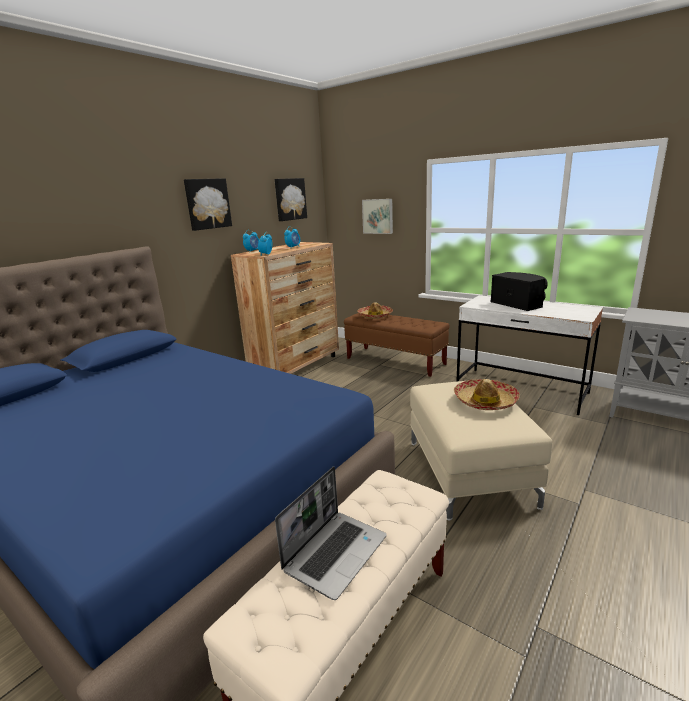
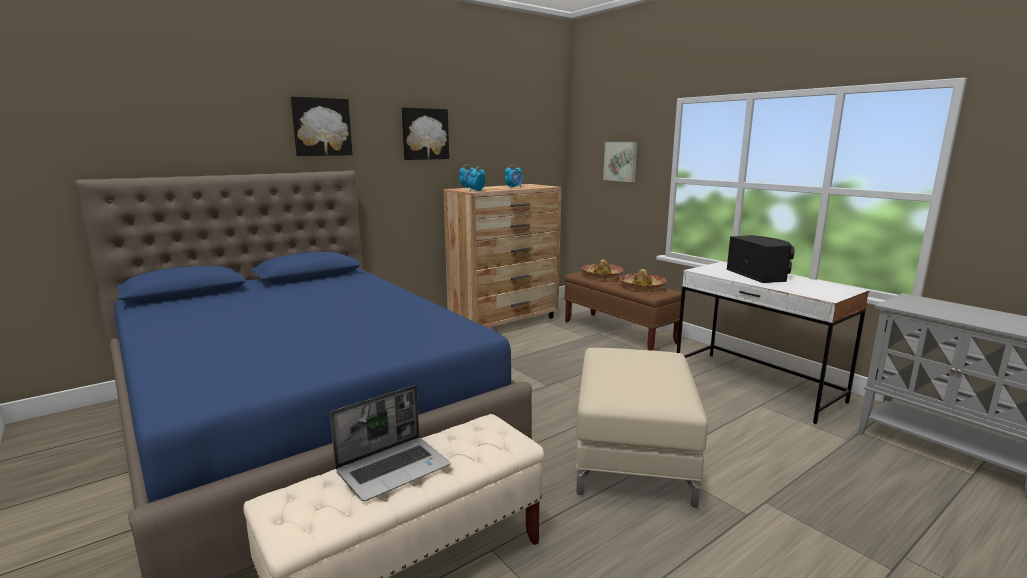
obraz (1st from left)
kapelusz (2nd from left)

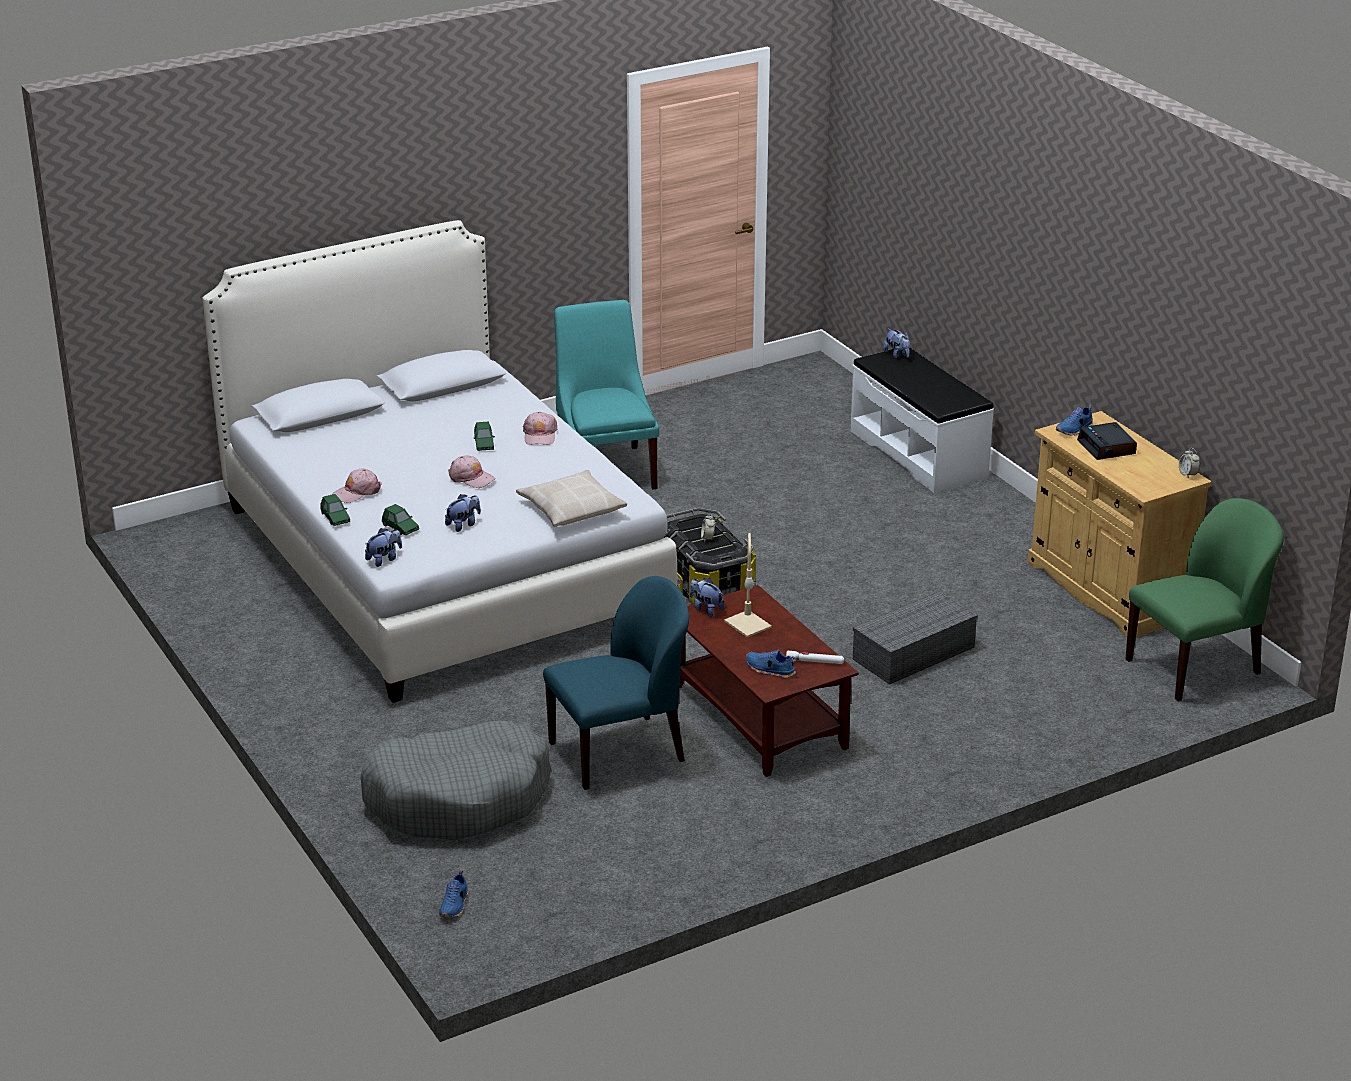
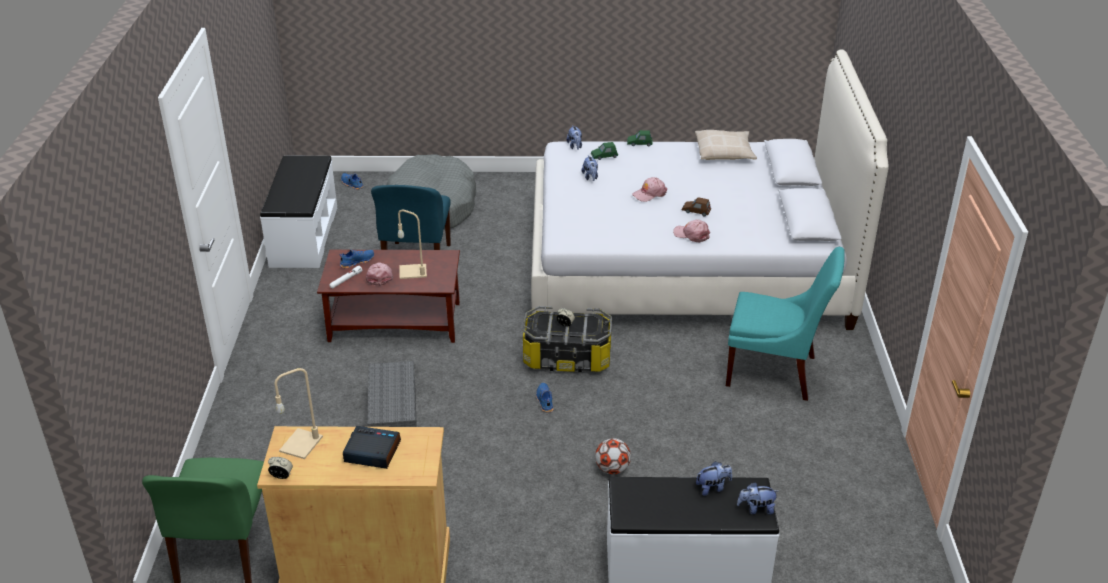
ławka/biały (1st from left)
lampa stołowa/beżowy (1st from left)
czapka z daszkiem/różowy (1st from left)
but/niebieski (3rd from left)
piłka futbolowa
samochodzik/brązowy
poduszka/beżowy
pluszak (3rd from left)

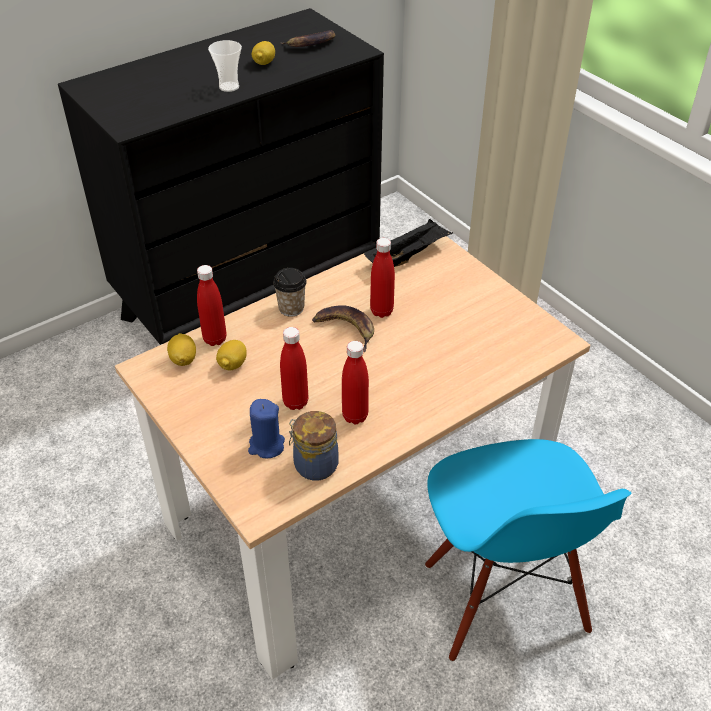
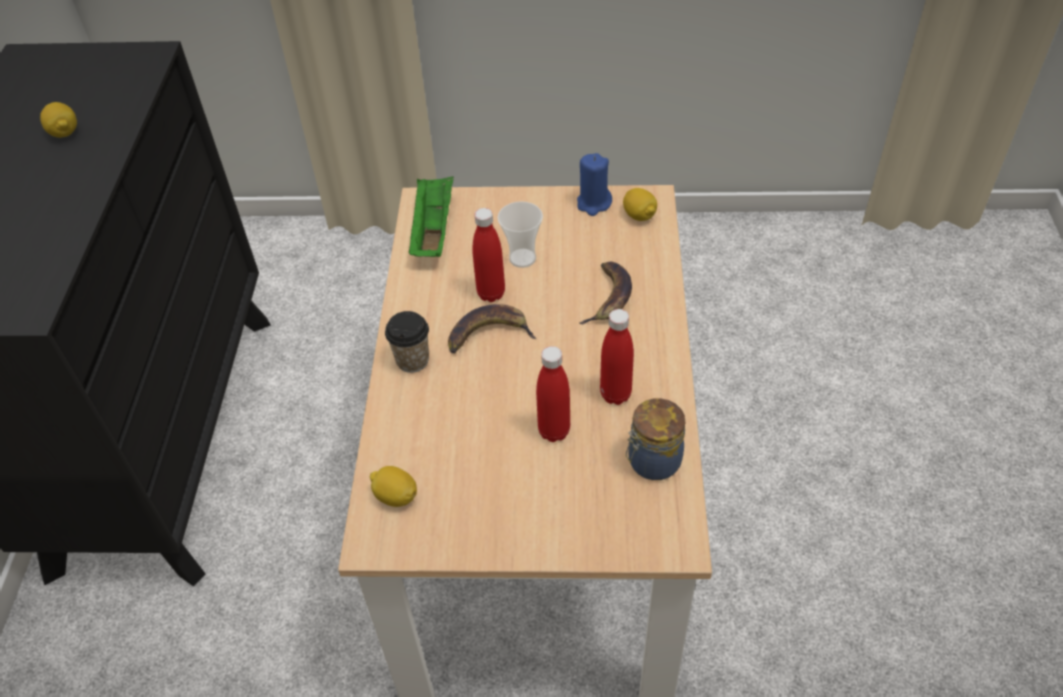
taca/zielony
filiżanka (2nd from left)
świeca/niebieski
banan (2nd from left)
cytryna (3rd from left)
butelka/czerwony (1st from left in the first image)
krzesło/niebieski

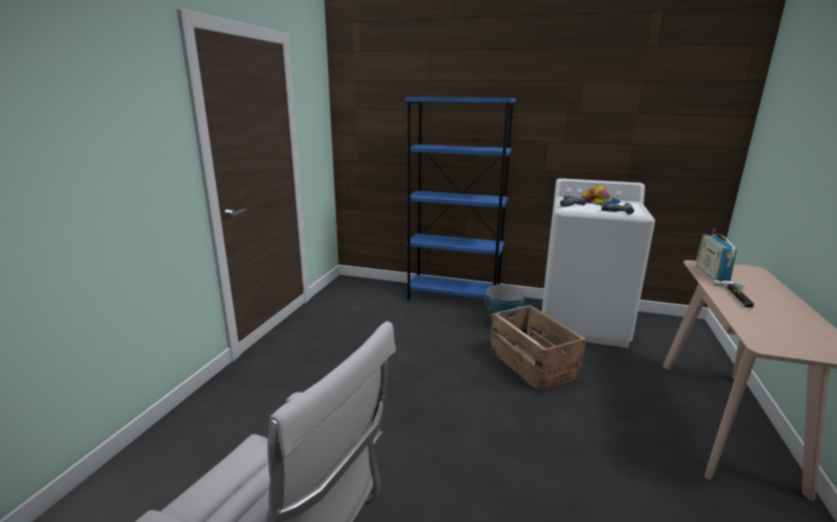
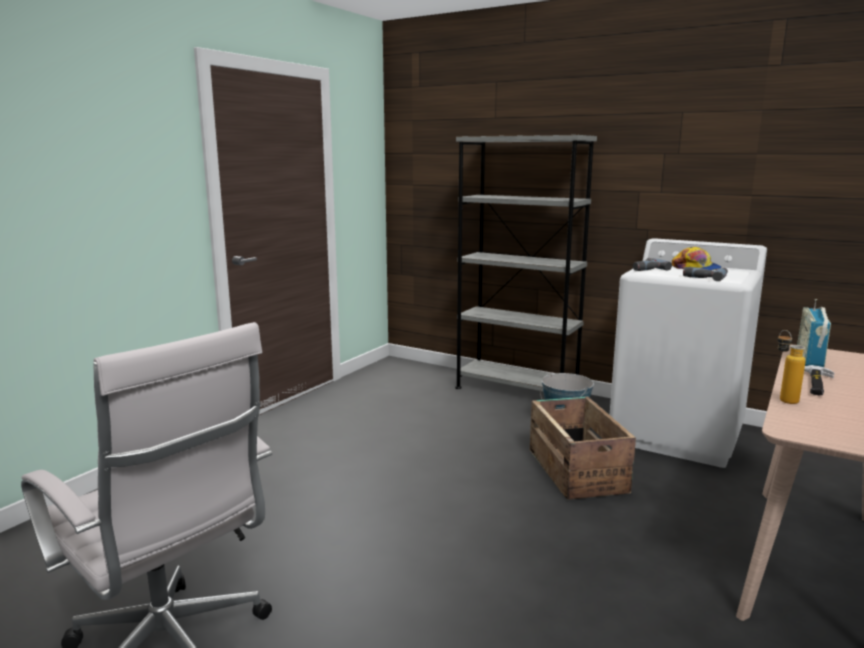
regał/szary
butelka

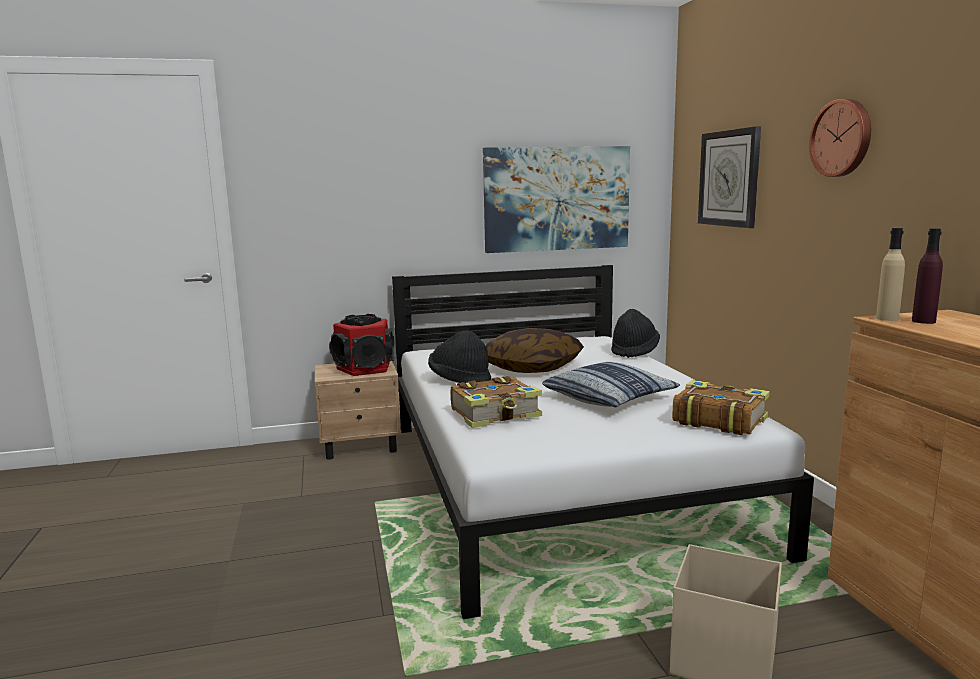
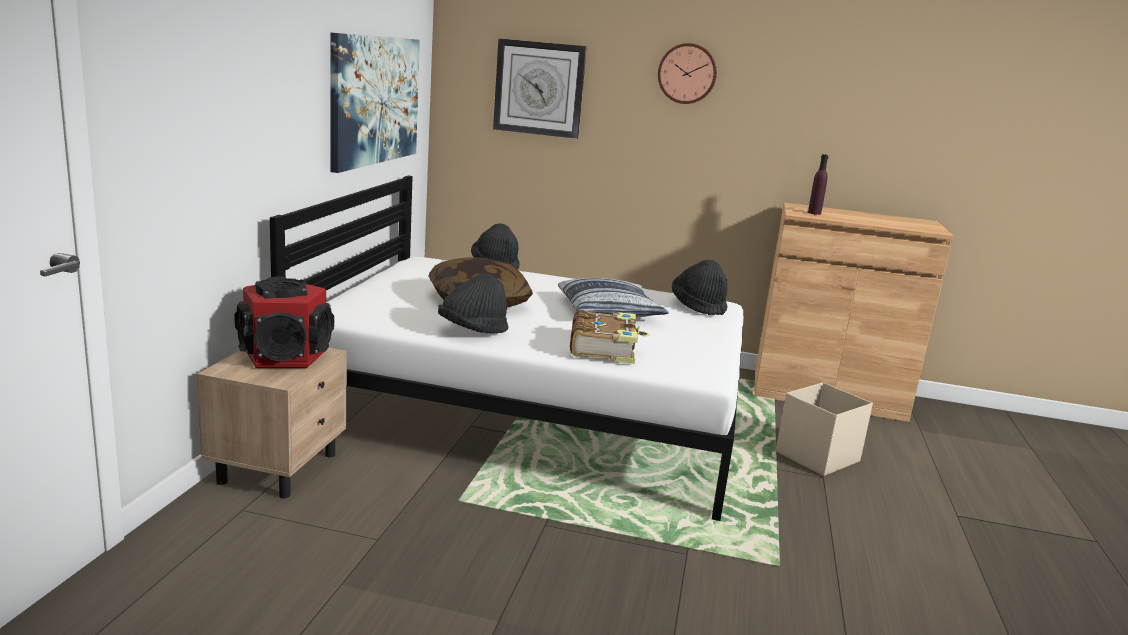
kapelusz/czarny (3rd from left)
butelka/beżowy

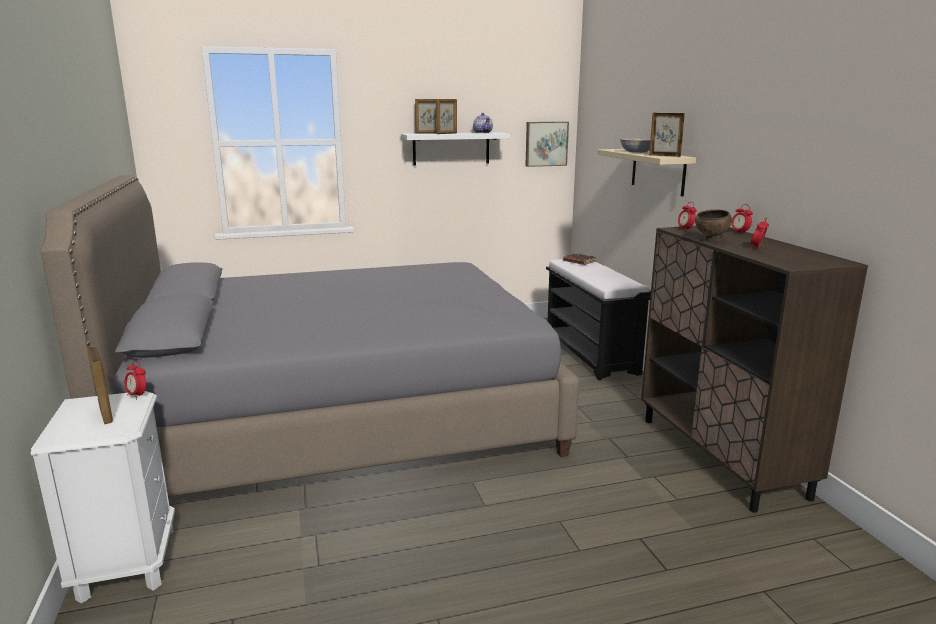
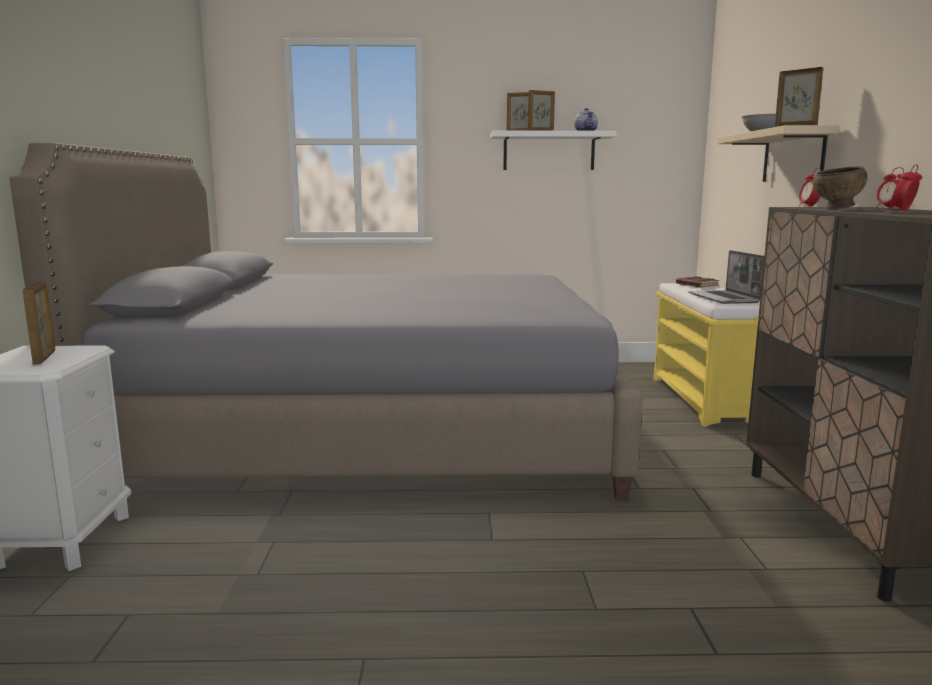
ławka/żółty
laptop
budzik (1st from left in the first image)
obraz

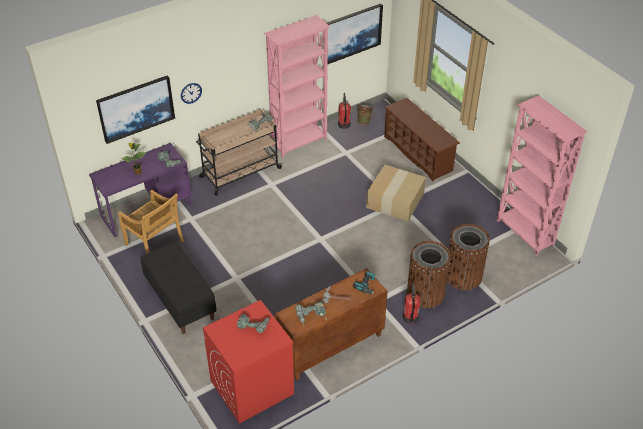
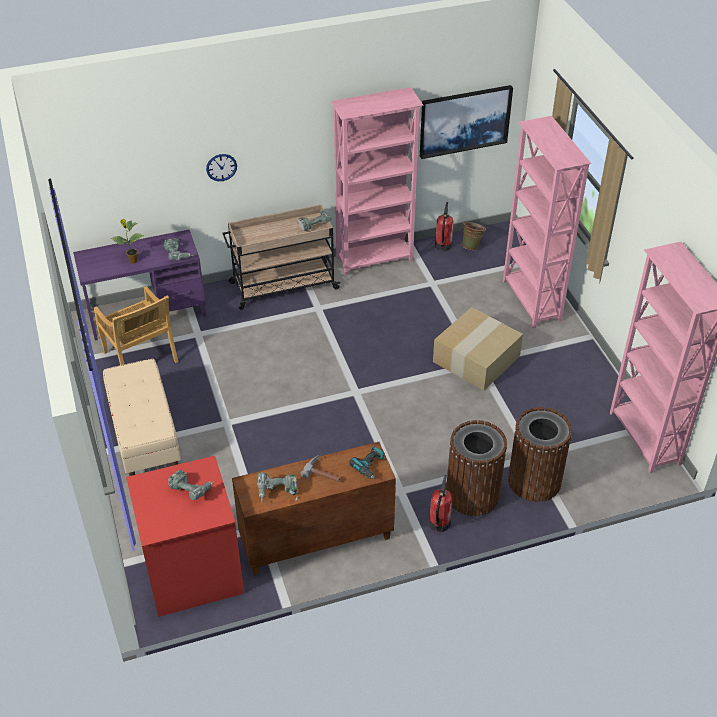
ławka/beżowy
regał/różowy (2nd from left)
obraz (1st from left in the first image)

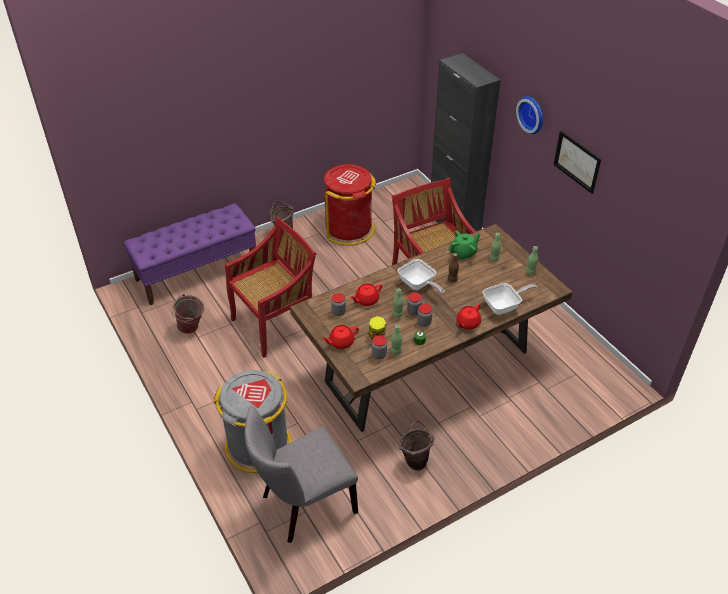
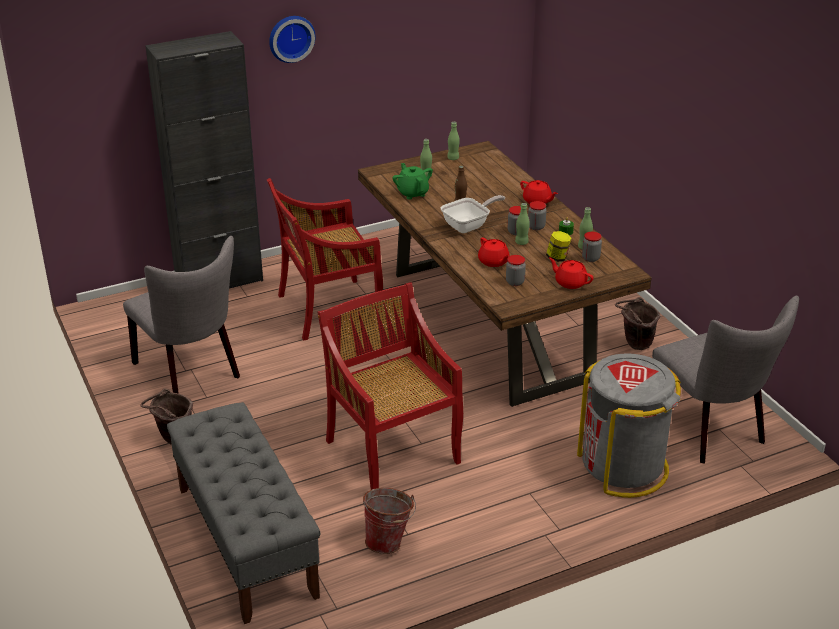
krzesło/szary (1st from left)
ławka/szary
imbryk/czerwony (3rd from left)
patelnia (2nd from left in the first image)
obraz

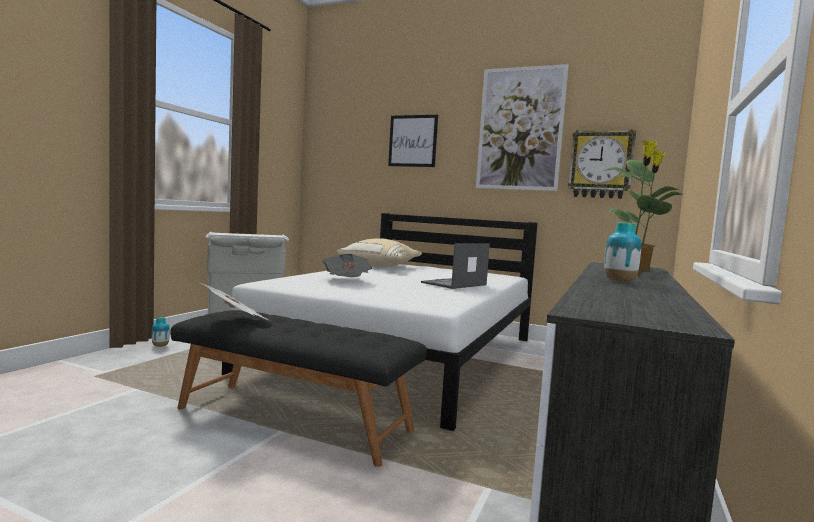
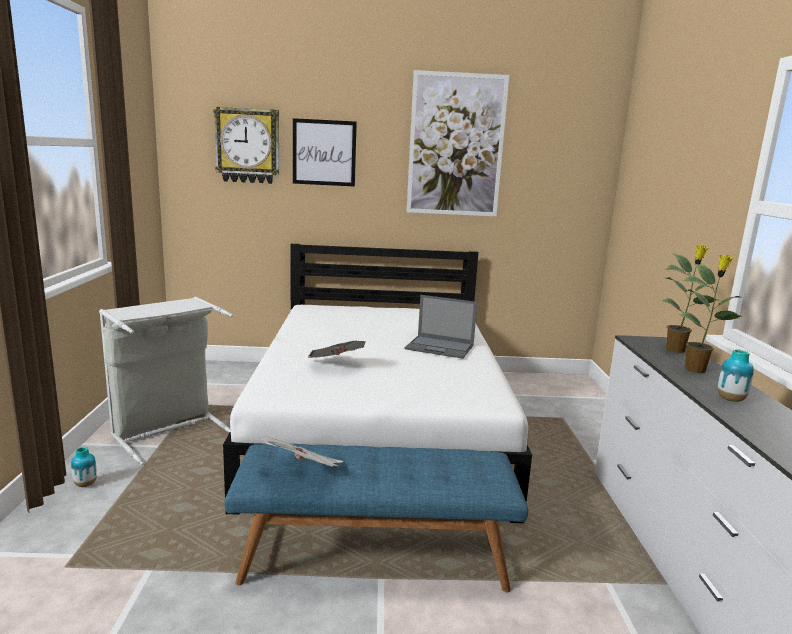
zegar ścienny
ławka/niebieski
laptop
poduszka/beżowy

